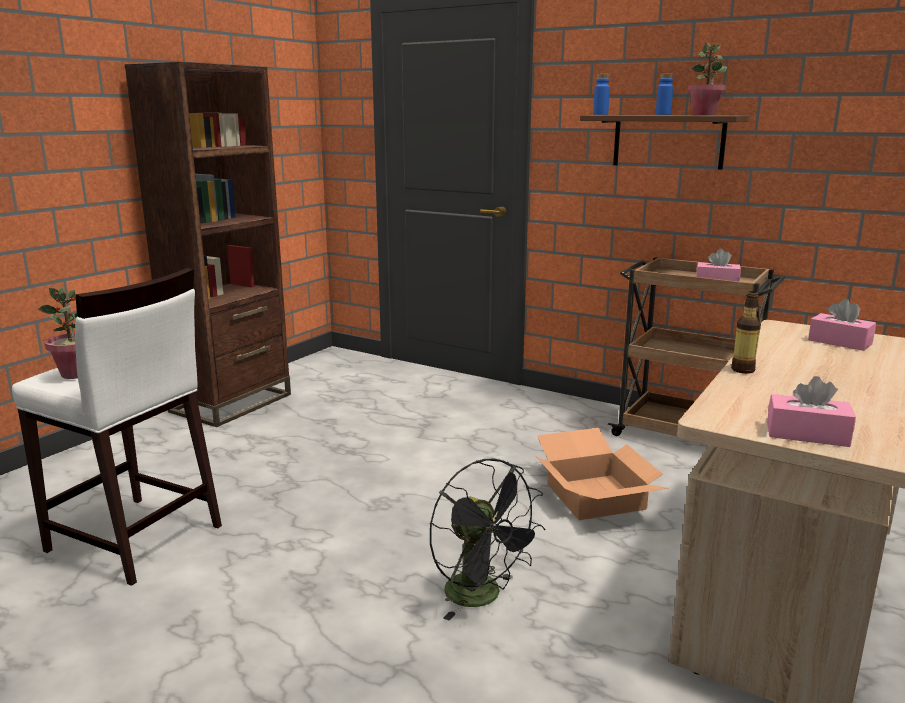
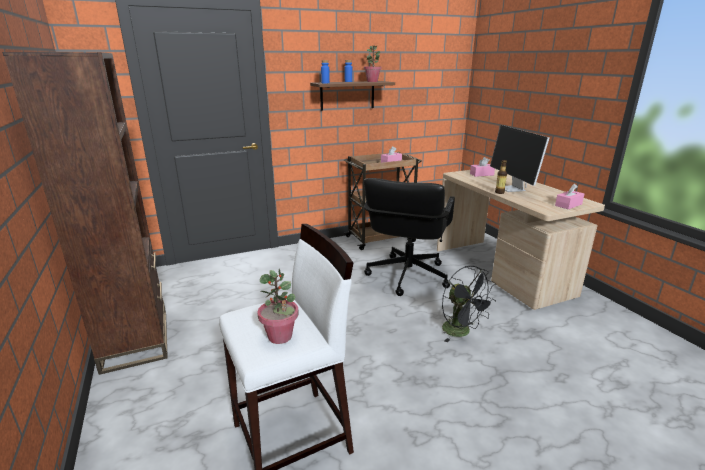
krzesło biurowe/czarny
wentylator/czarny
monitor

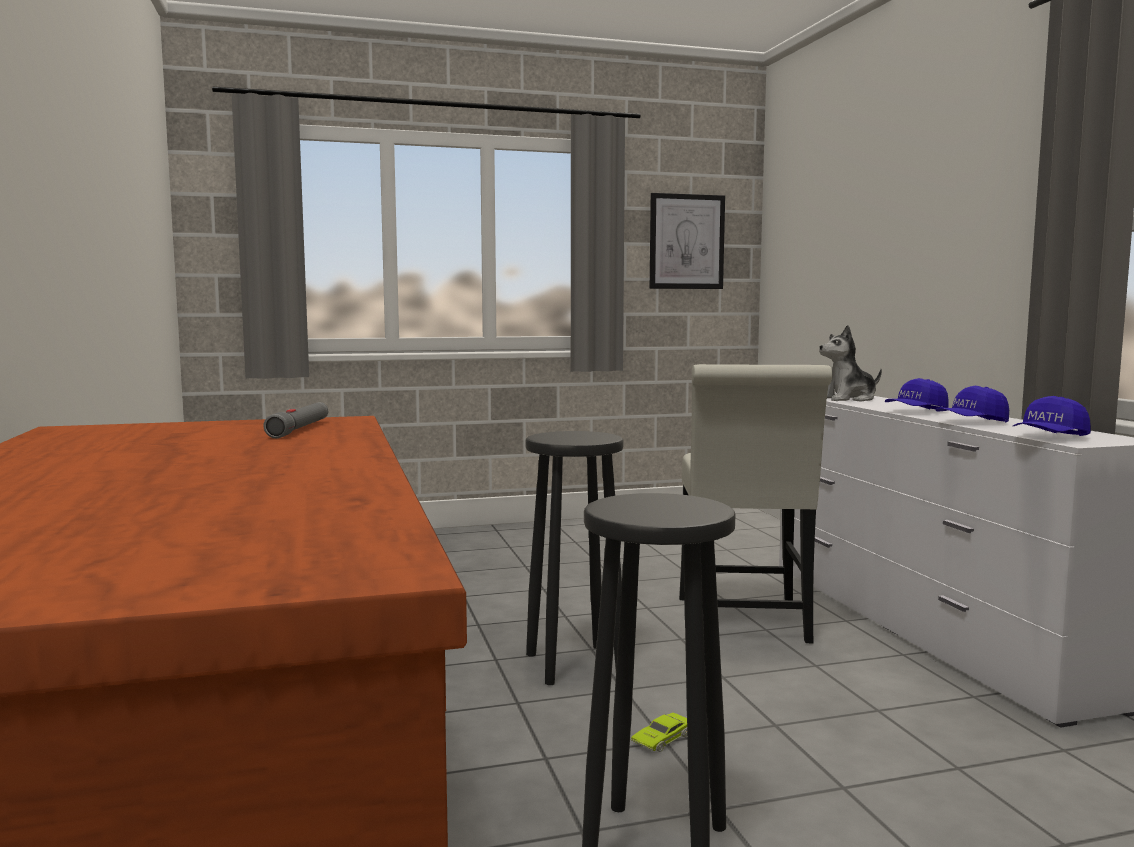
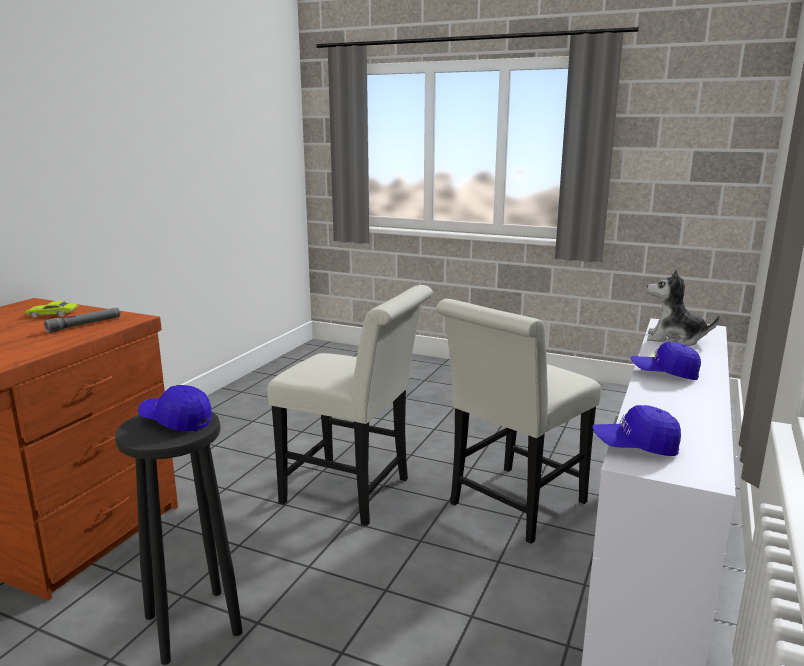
samochodzik/zielony
czapka z daszkiem/niebieski (1st from left)
krzesło/biały (1st from left)
obraz

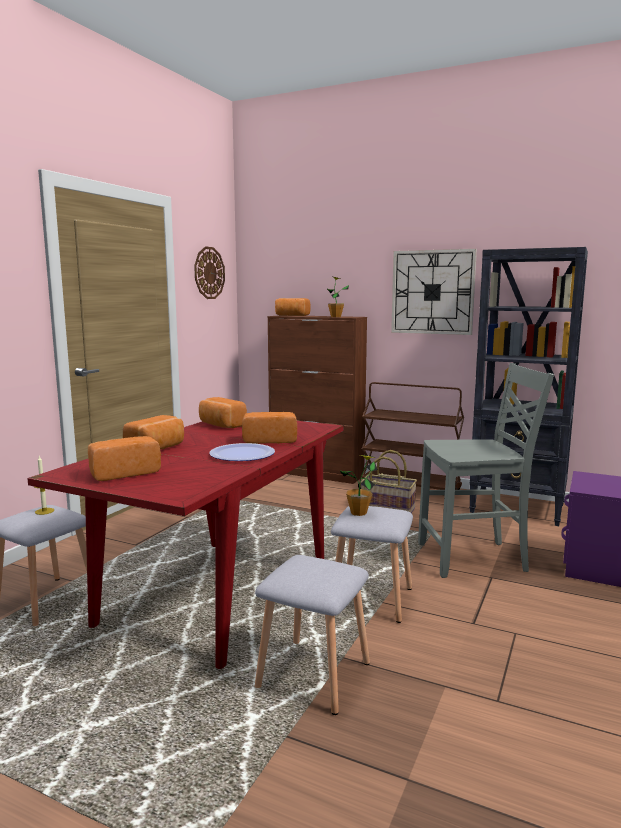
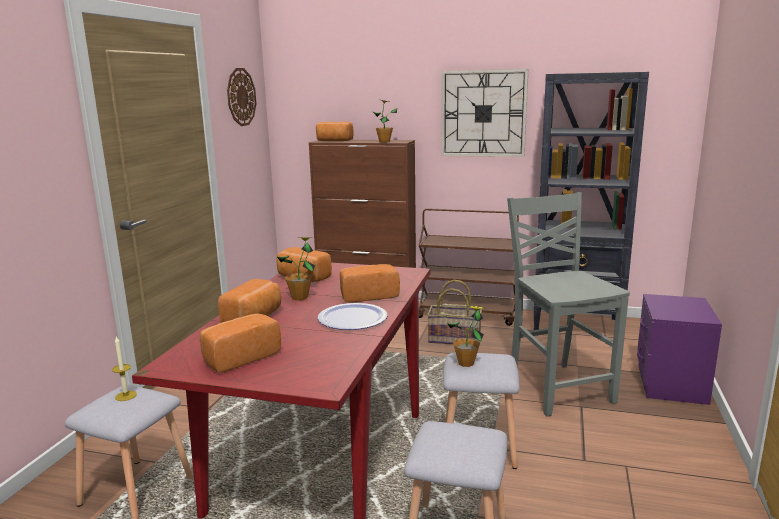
roślina doniczkowa (1st from left)
krzesło/szary

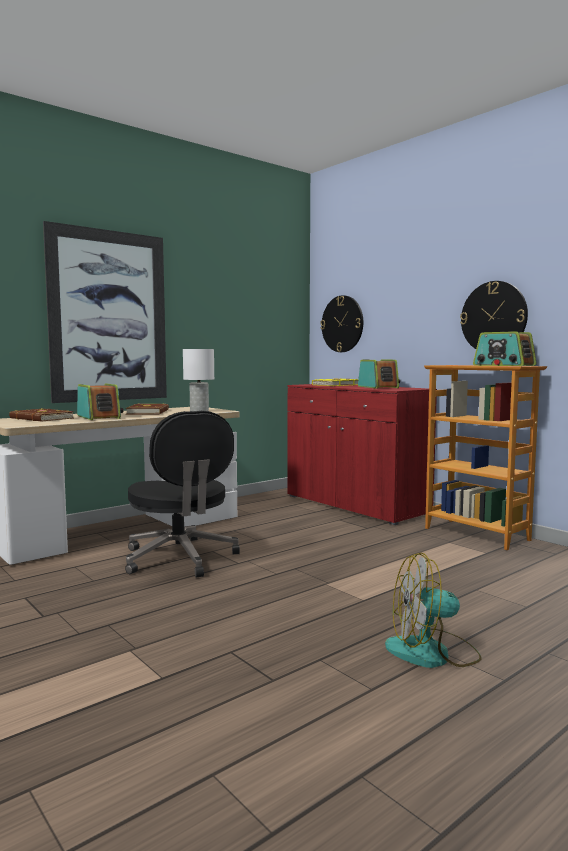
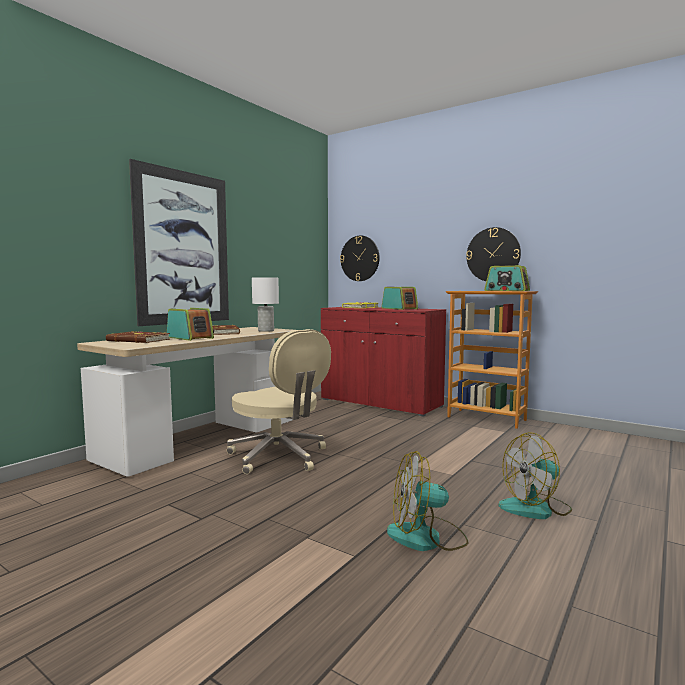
krzesło biurowe/beżowy
wentylator (1st from left)

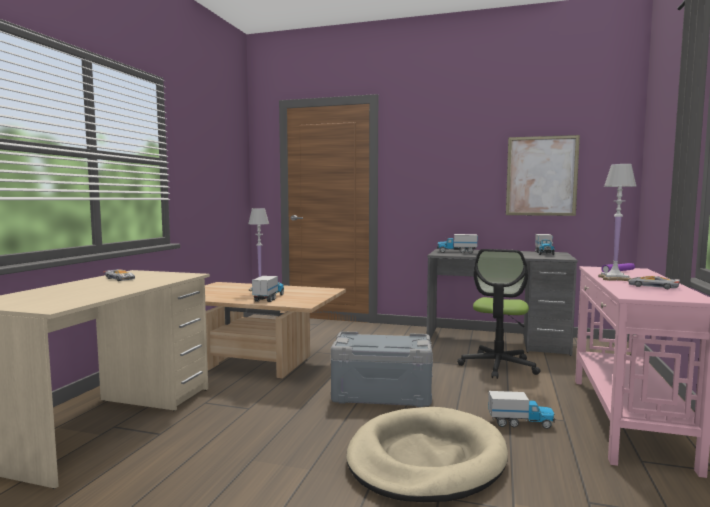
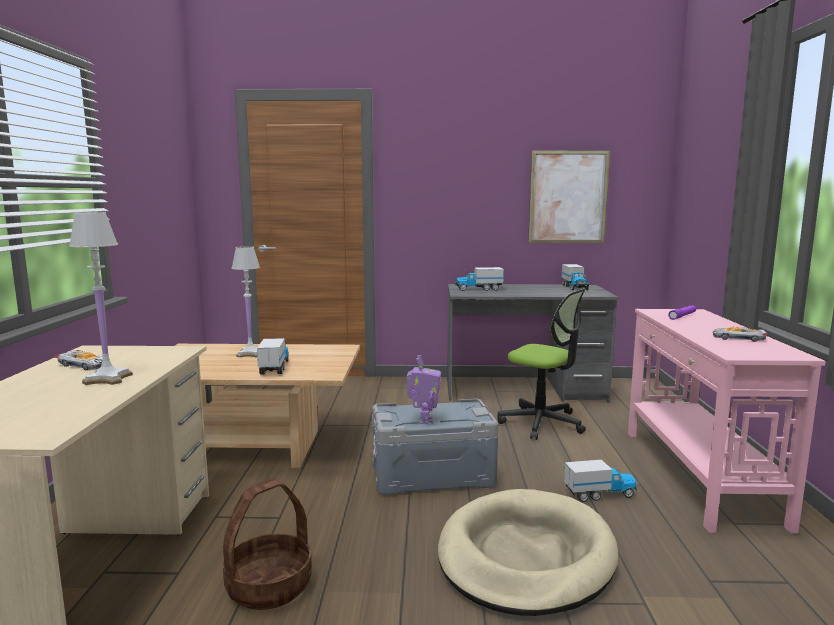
lampa stołowa/biały (1st from left)
koszyk
robot zabawkowy
krzesło biurowe

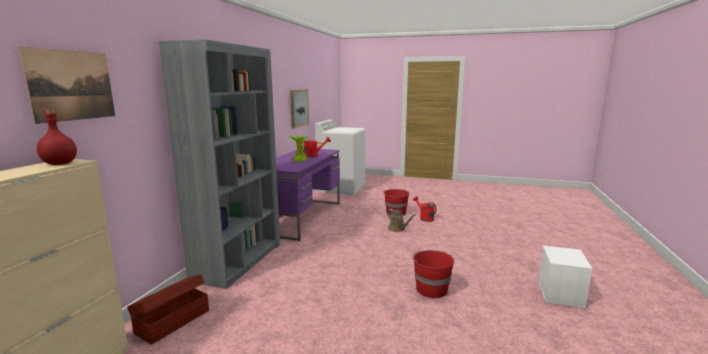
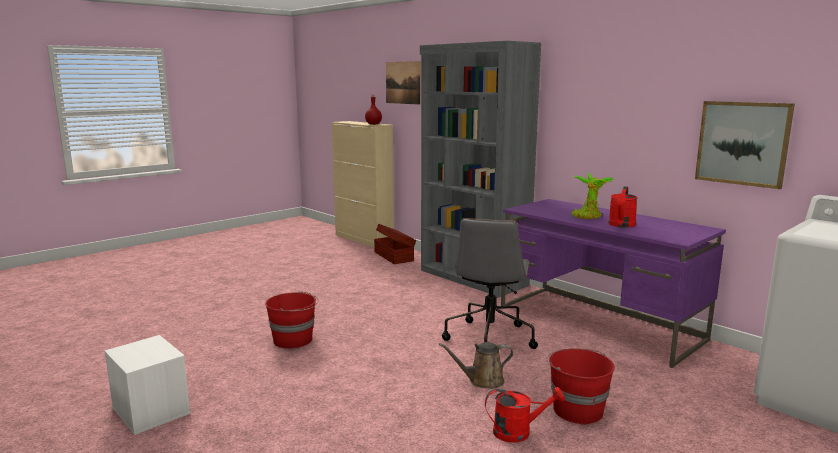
krzesło biurowe/szary

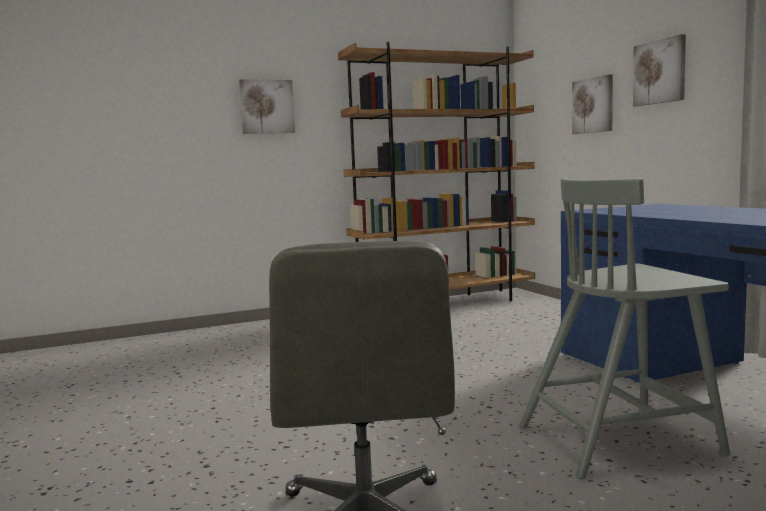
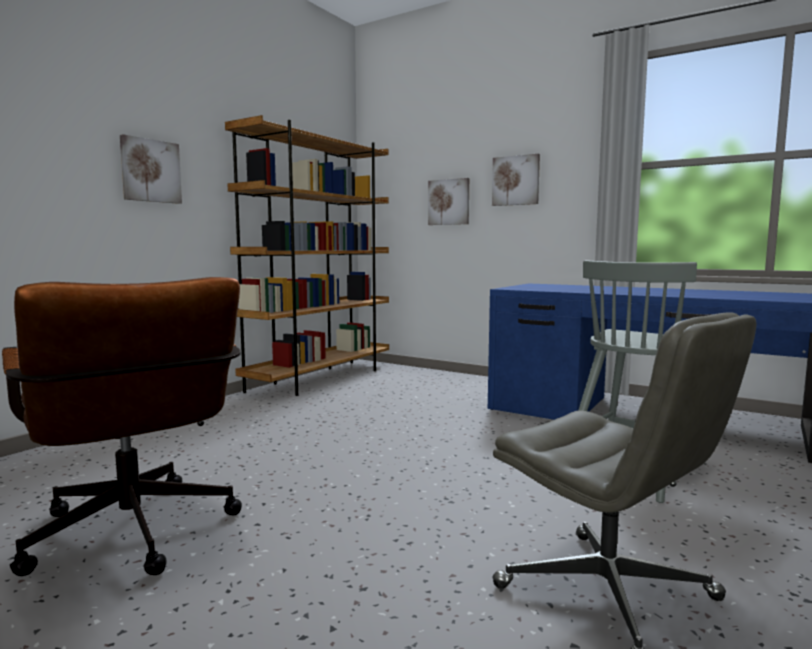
krzesło biurowe/brązowy

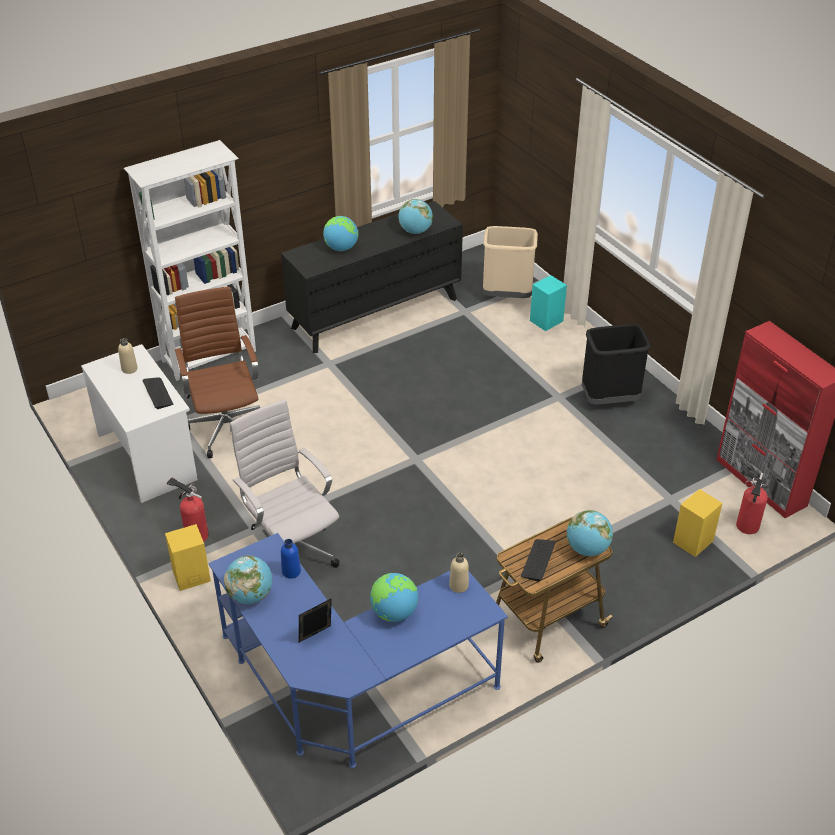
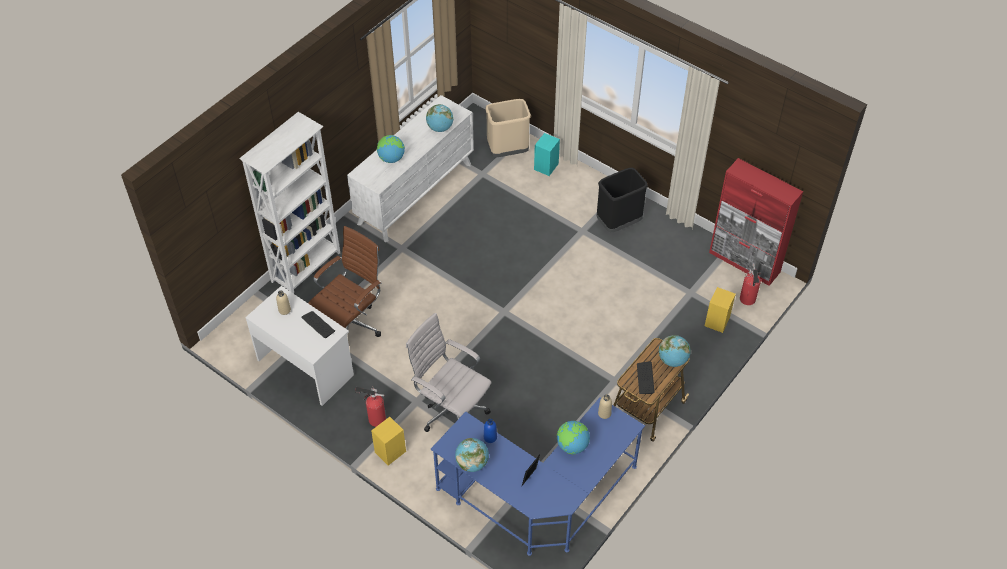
krzesło biurowe/brązowy
komoda/biały

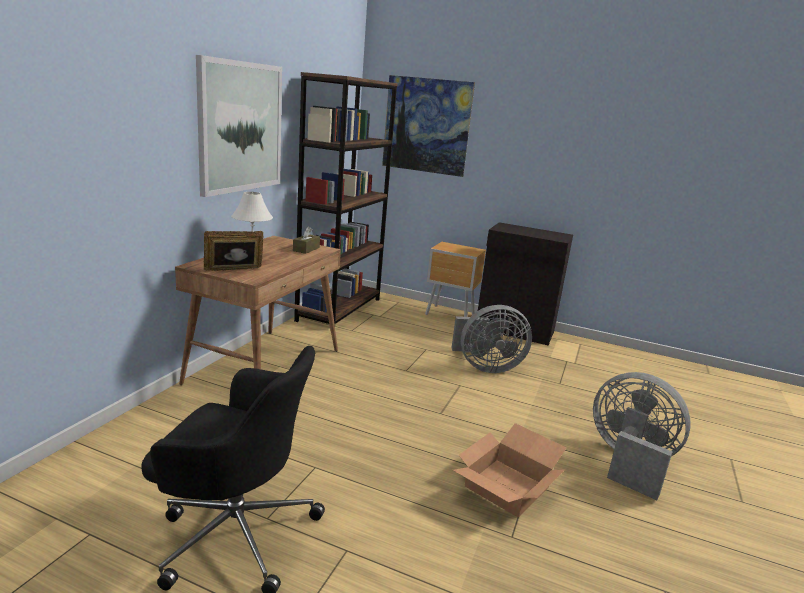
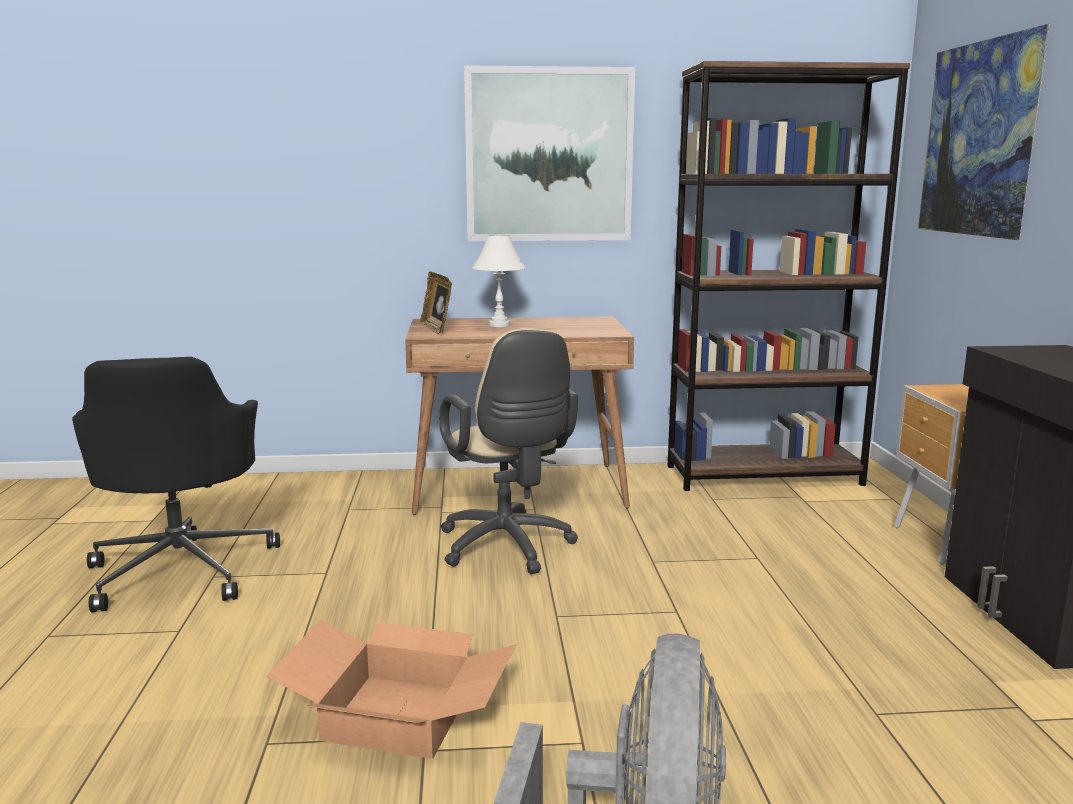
ramka na zdjęcie
krzesło biurowe/beżowy
pudełko chusteczek/brązowy
wentylator/szary (1st from left in the first image)

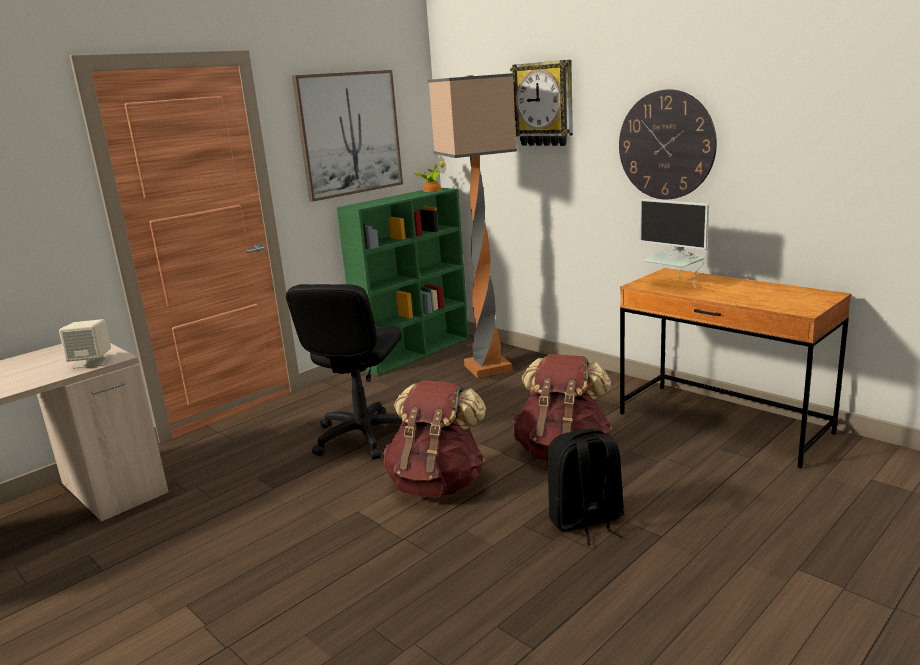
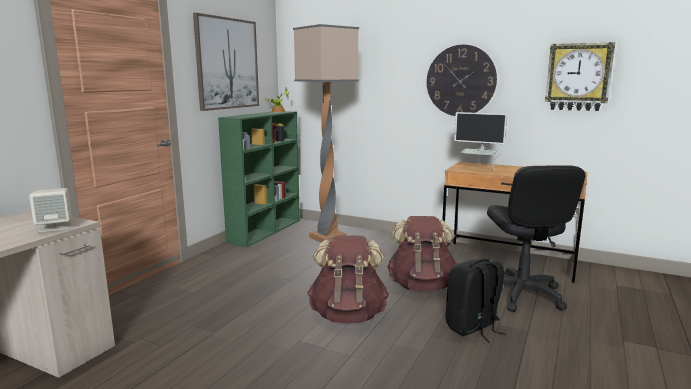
krzesło biurowe/czarny
zegar ścienny (2nd from left)

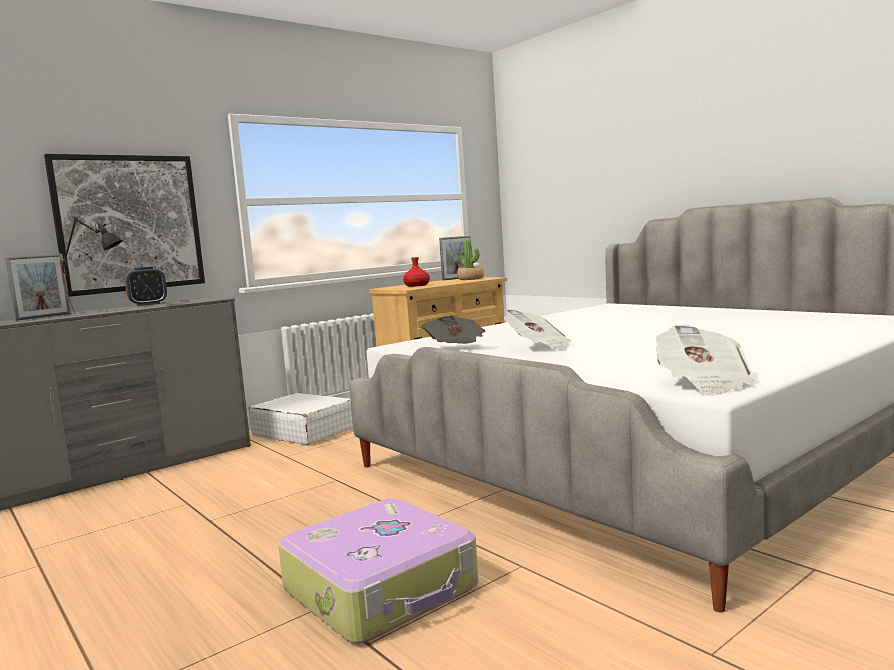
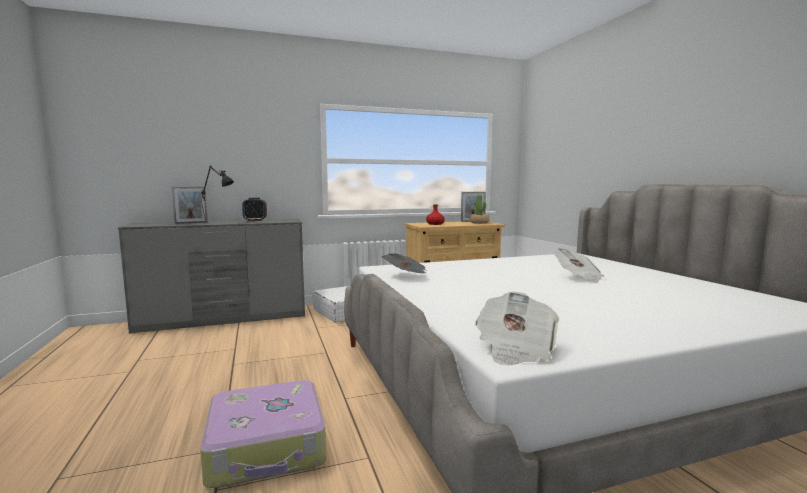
gazeta (3rd from left)
obraz

